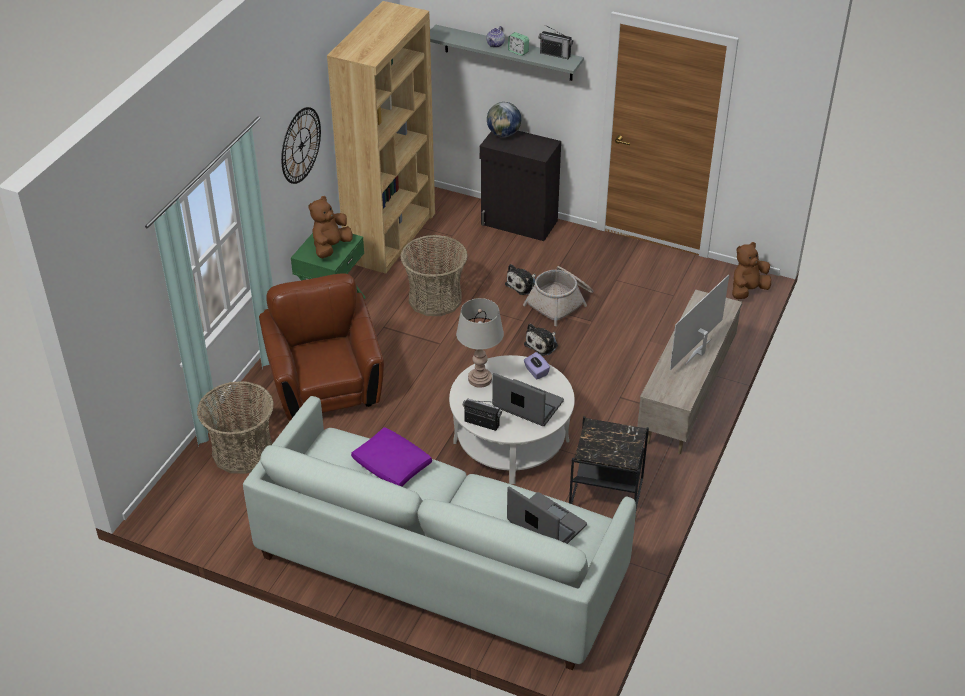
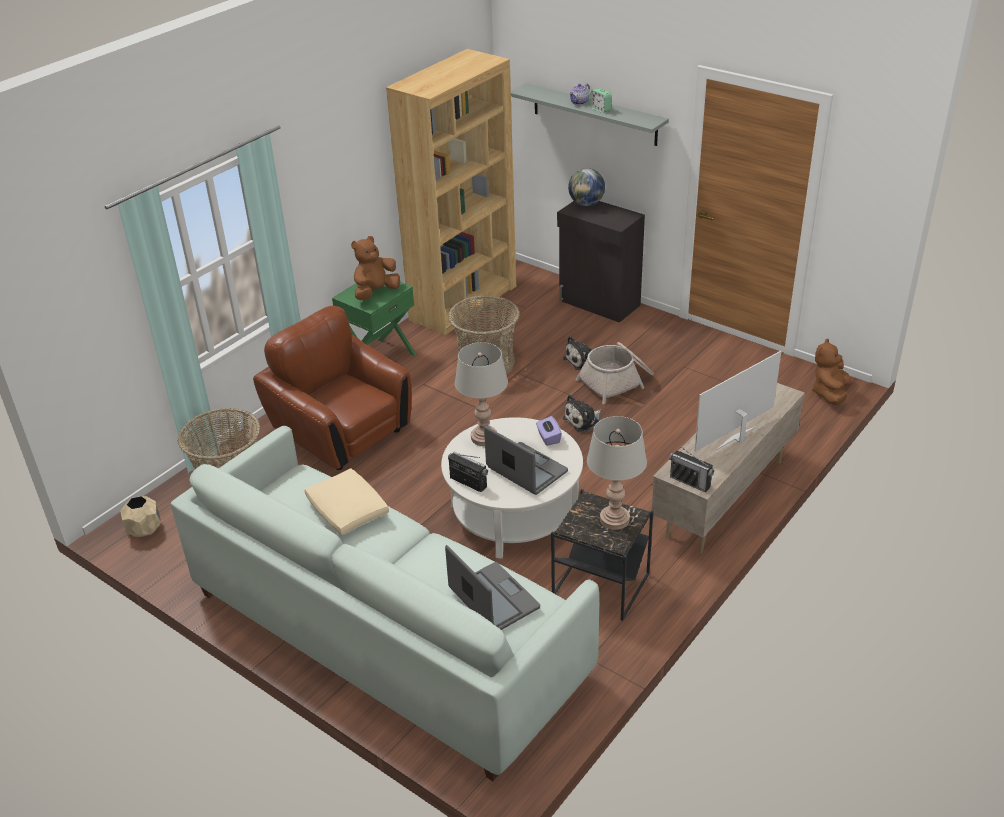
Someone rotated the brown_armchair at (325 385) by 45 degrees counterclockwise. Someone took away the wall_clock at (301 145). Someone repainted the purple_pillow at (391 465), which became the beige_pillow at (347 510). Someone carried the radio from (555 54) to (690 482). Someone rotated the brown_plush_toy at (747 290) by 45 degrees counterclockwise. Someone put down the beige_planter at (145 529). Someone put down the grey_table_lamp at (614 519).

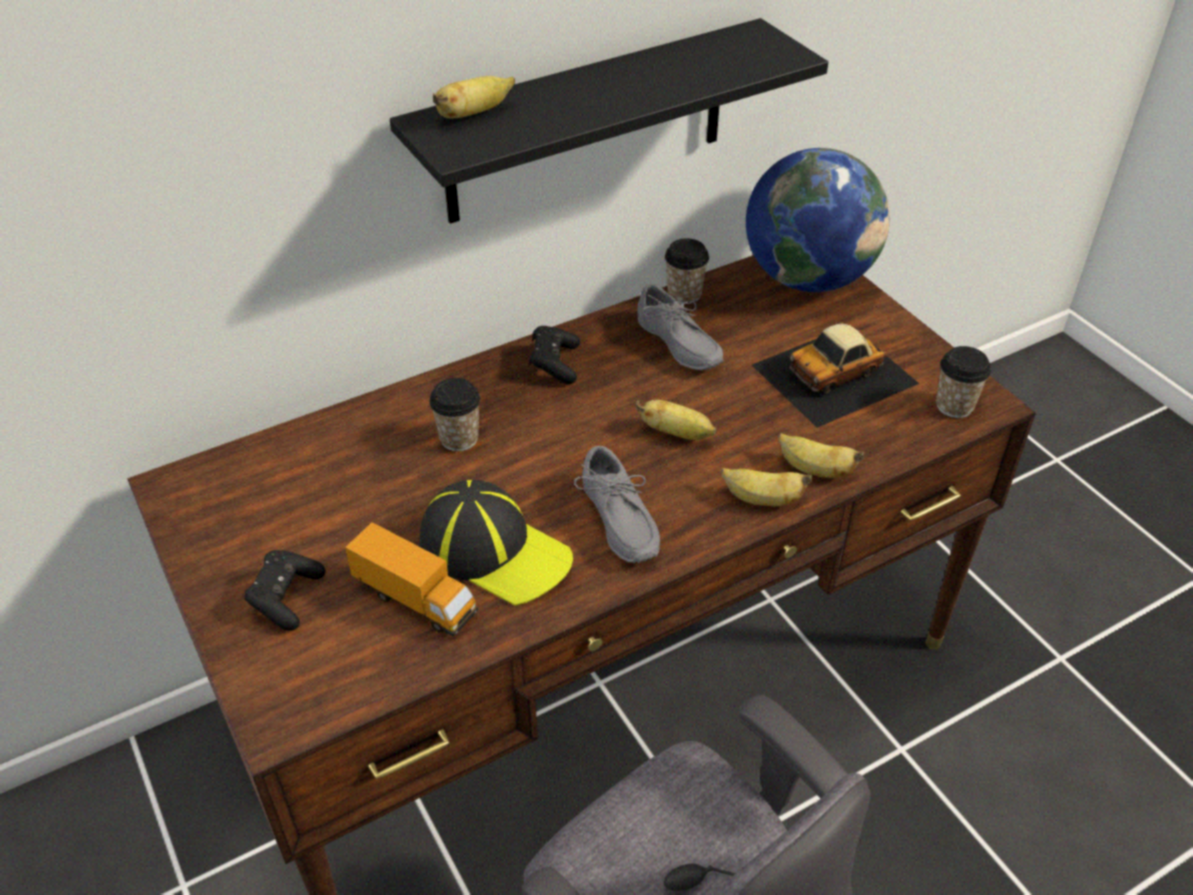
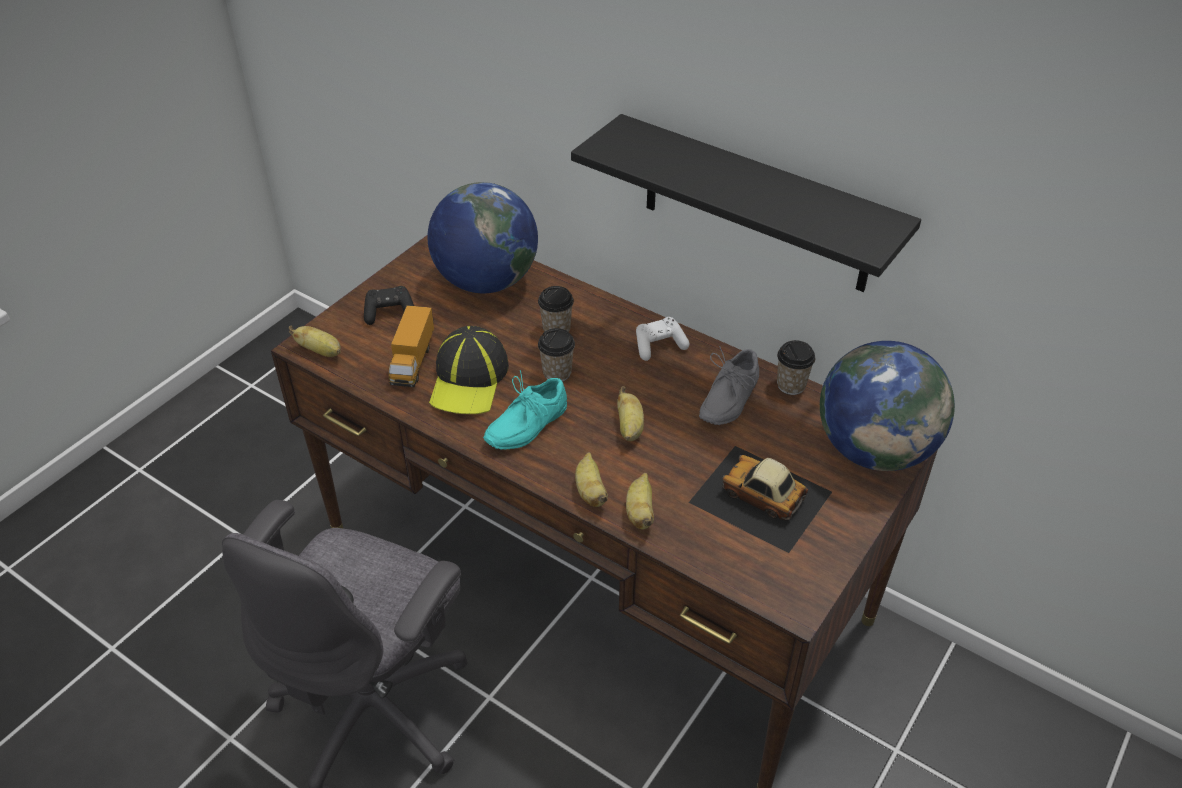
Someone carried the banana from (473 114) to (321 351). Someone repainted the black_game_controller at (554 364), which became the white_game_controller at (659 346). Someone repainted the grey_shoe at (615 522), which became the turquoise_shoe at (524 424). Someone carried the cup from (954 406) to (557 373). Someone put down the globe at (486 281).

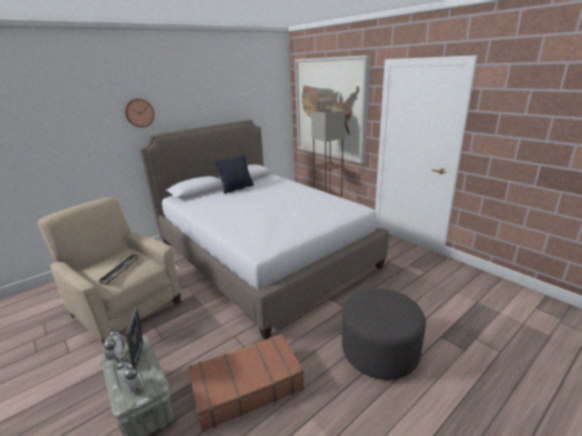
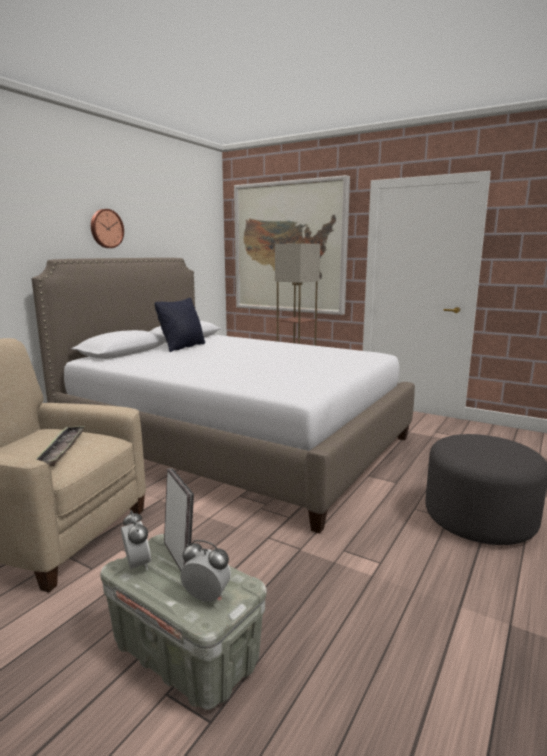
Someone carried the wall_clock from (139 113) to (106 228). Someone took away the brown_suitcase at (247 386).

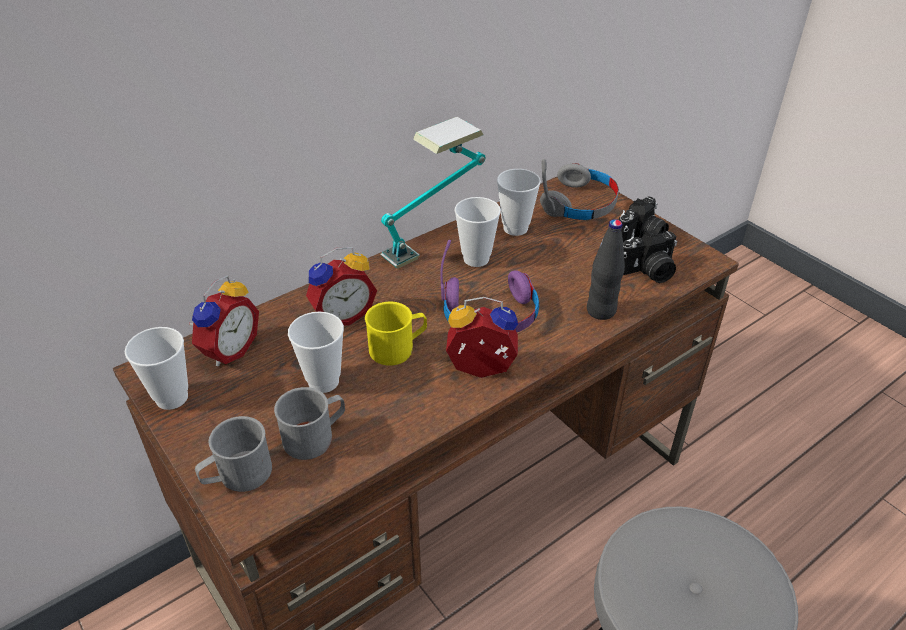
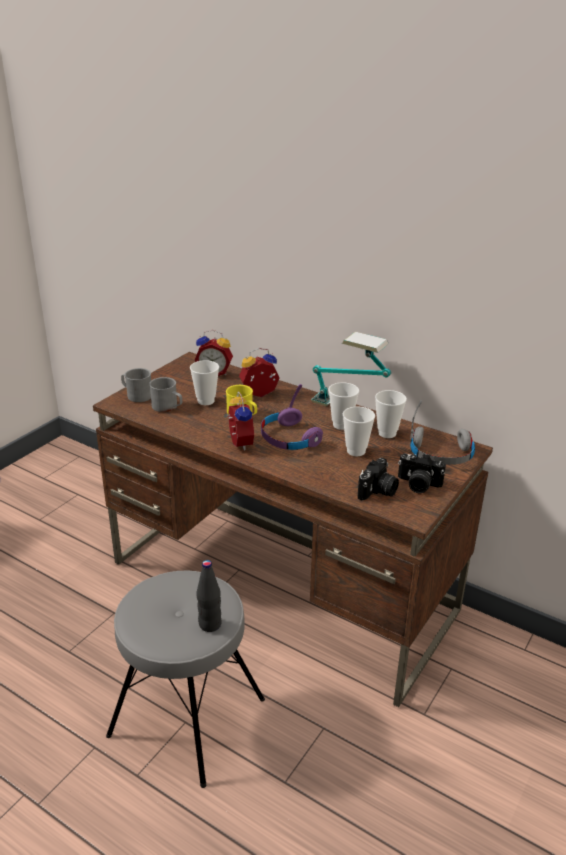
Someone carried the cup from (172 398) to (356 451). Someone rotated the alarm_clock at (342 315) by 120 degrees clockwise. Someone carried the black_bottle from (601 311) to (210 624). Someone rotated the photo_camera at (648 272) by 105 degrees counterclockwise.

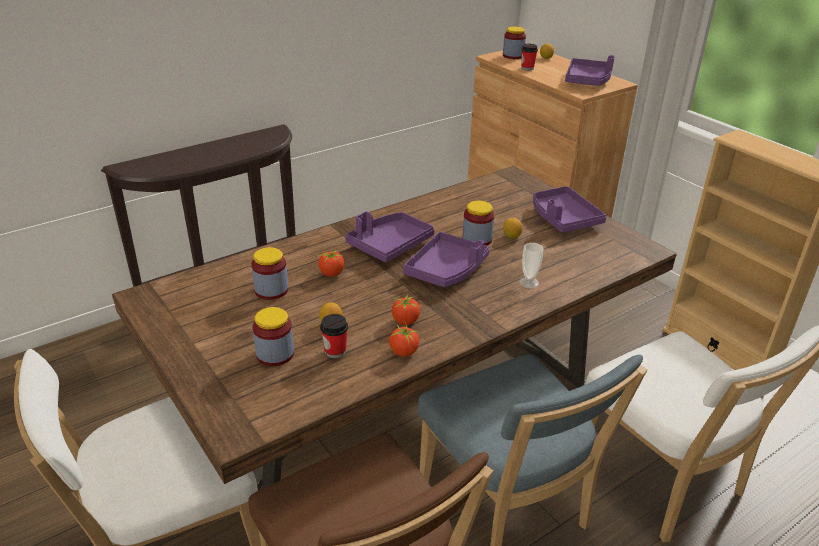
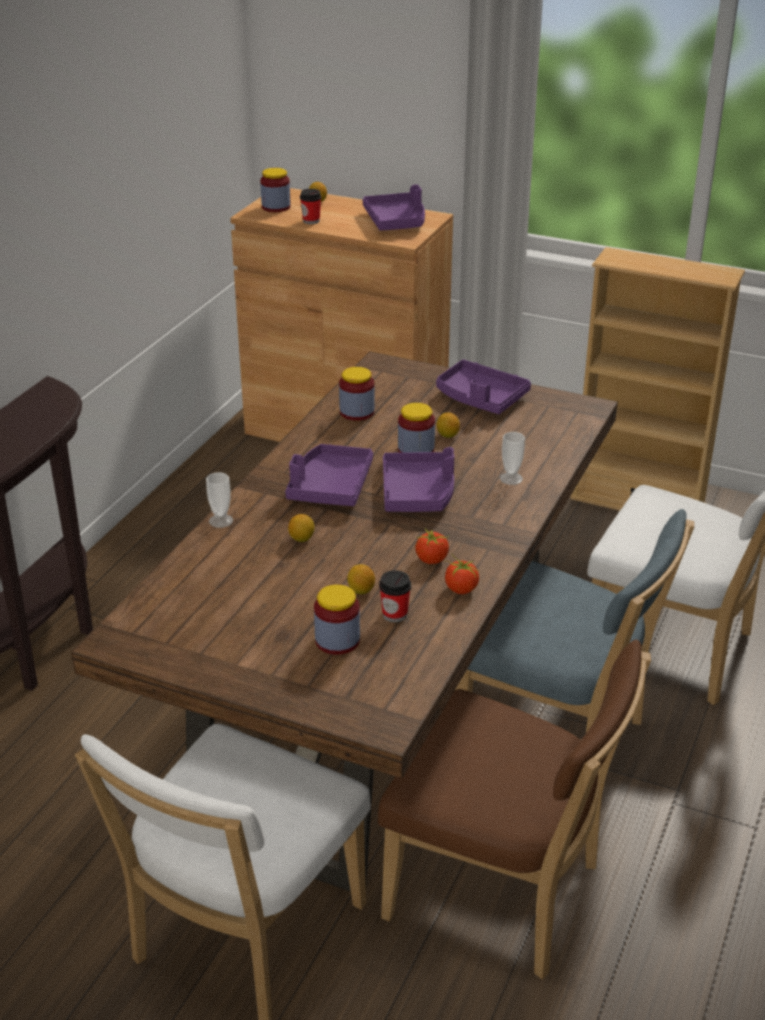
Someone carried the jar from (271 290) to (357 412). Someone swapped the tomato at (332 273) for the lemon at (302 539). Someone put down the cup at (221 521).

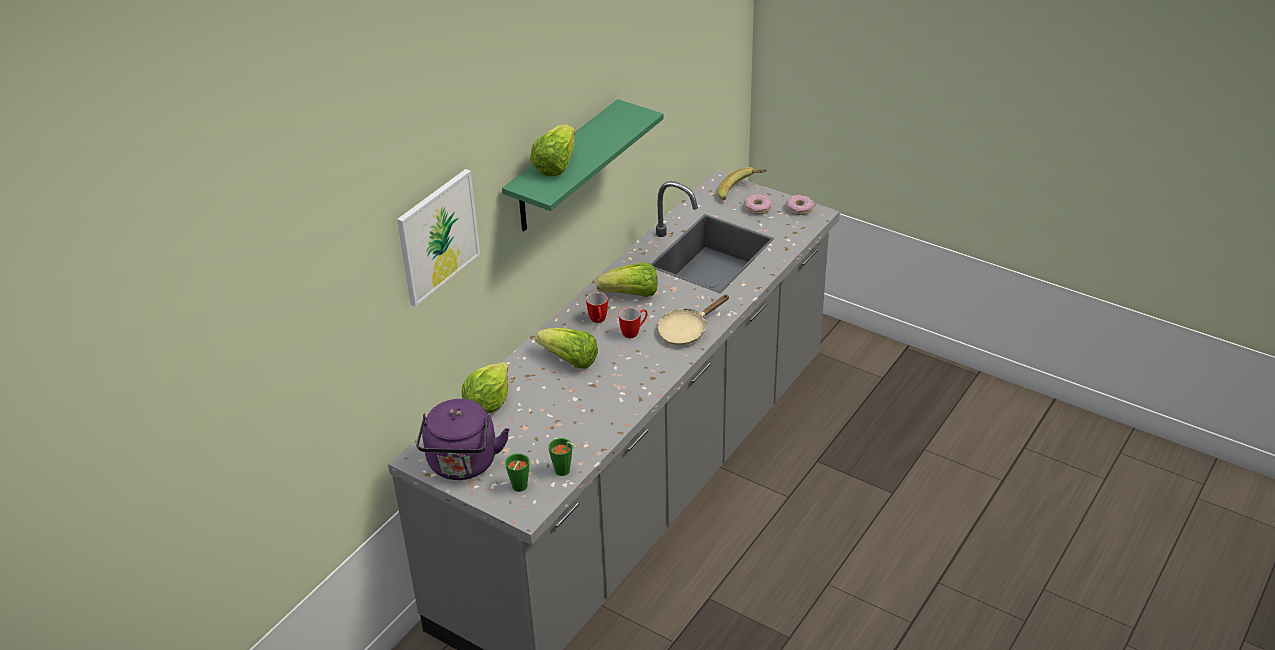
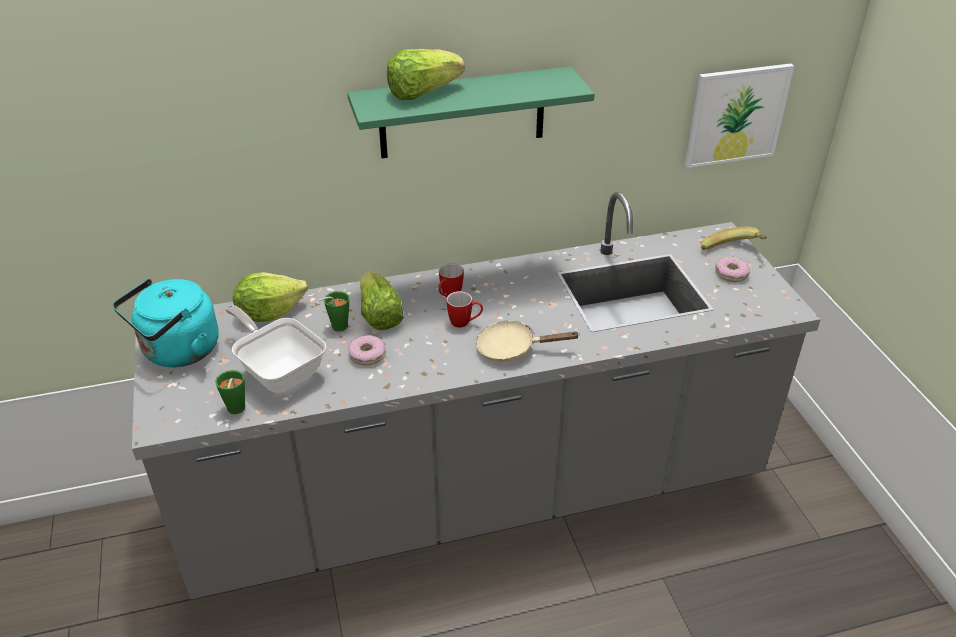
Someone carried the picture from (437 236) to (736 115). Someone repainted the purple_kettle at (462 465), which became the turquoise_kettle at (178 352). Someone carried the green_cup from (518 488) to (336 327). Someone took away the lettuce at (631 294). Someone carried the donut from (799 208) to (367 355). Someone put down the frying_pan at (279 370).

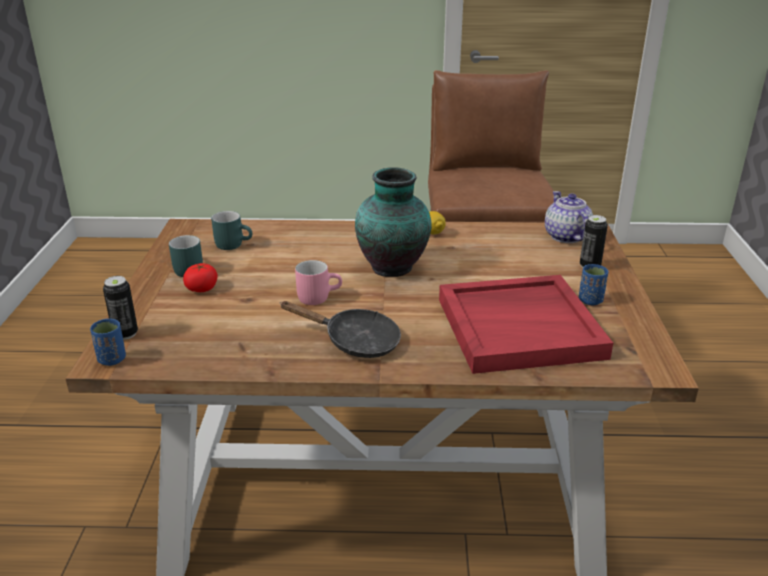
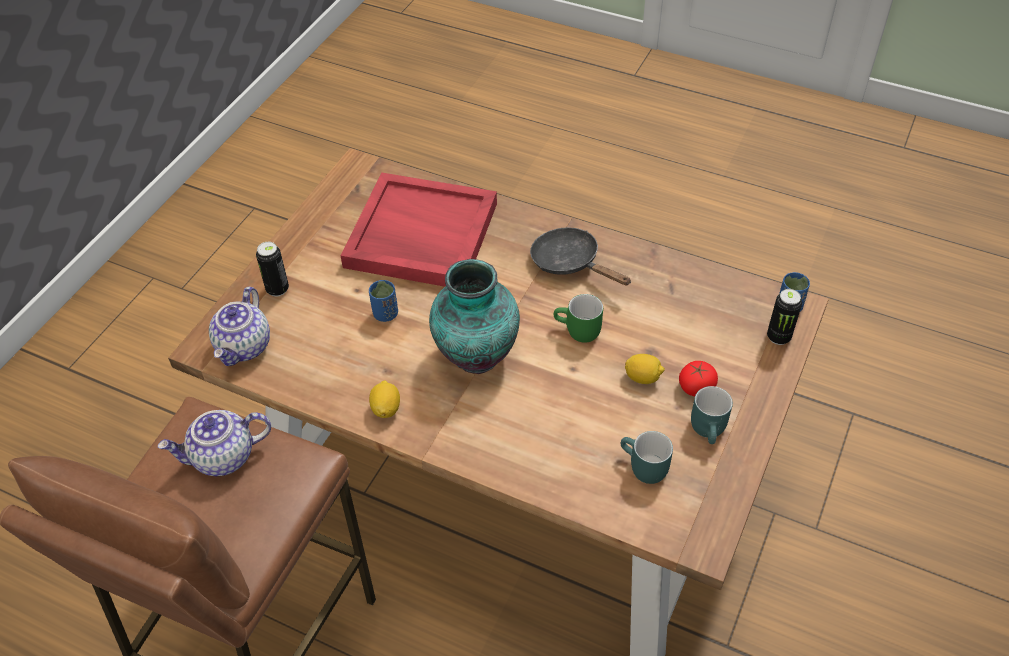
Someone repainted the pink_mug at (318 297), which became the green_mug at (577 332). Someone carried the blue_cup from (590 300) to (385 314). Someone put down the teapot at (223 457). Someone put down the lemon at (643 377).

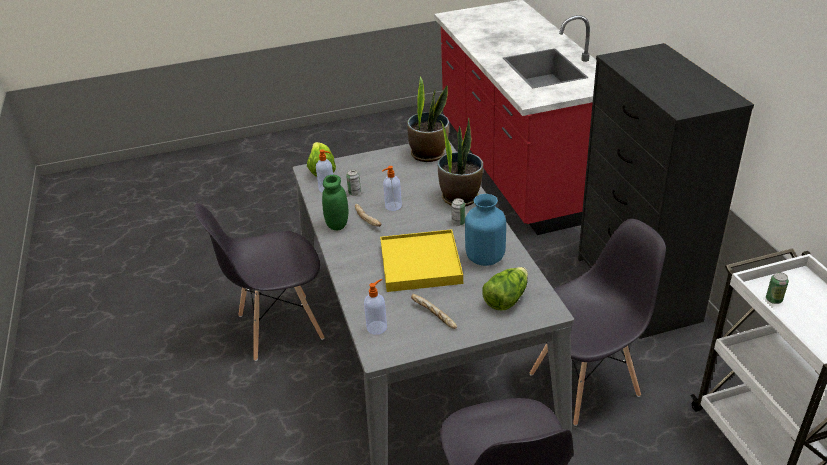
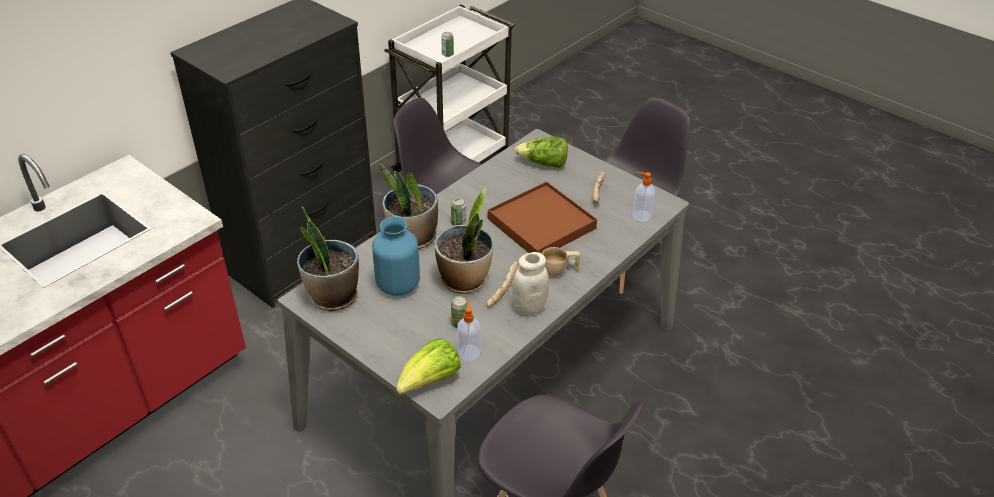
Someone repainted the green_jar at (337 224), which became the white_jar at (529 308). Someone repainted the yellow_tray at (421 264), which became the brown_tray at (541 223). Someone swapped the soap_dispenser at (392 206) for the potted_plant at (464 280). Someone carried the blue_vase from (485 257) to (397 285). Someone put down the beige_cup at (559 271).

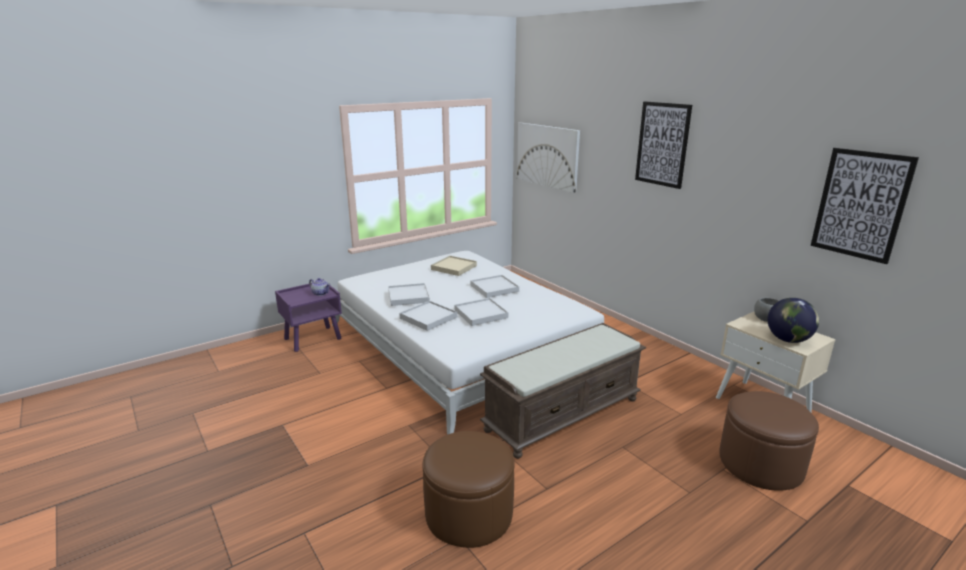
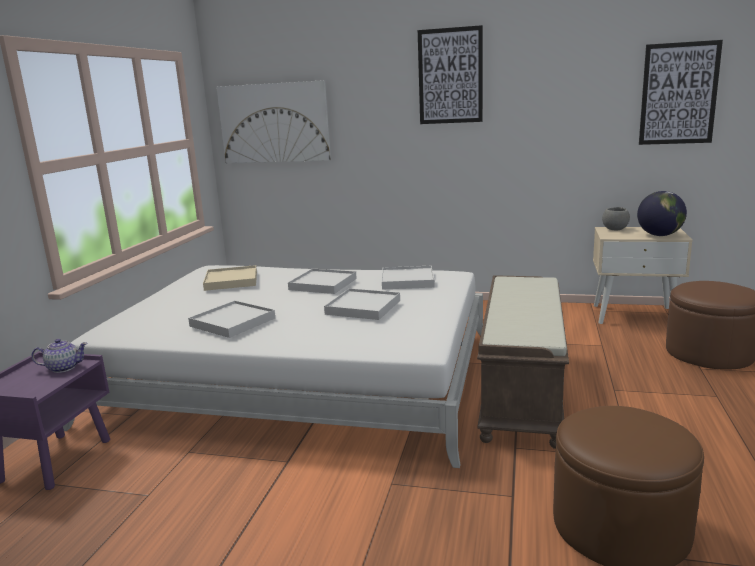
Someone carried the white_tray from (428 318) to (407 281).

